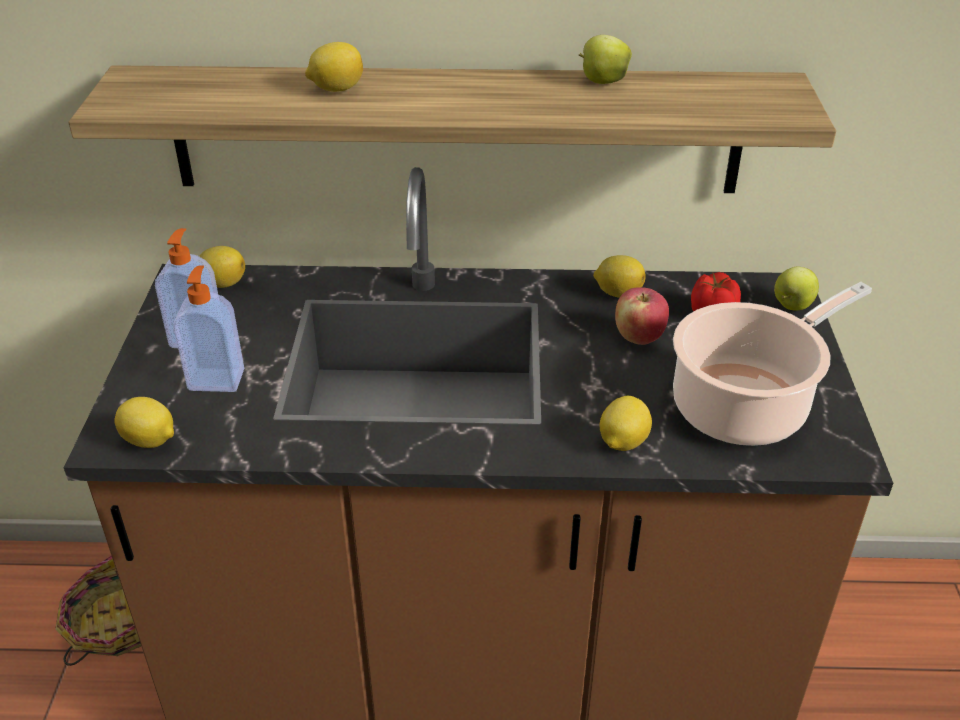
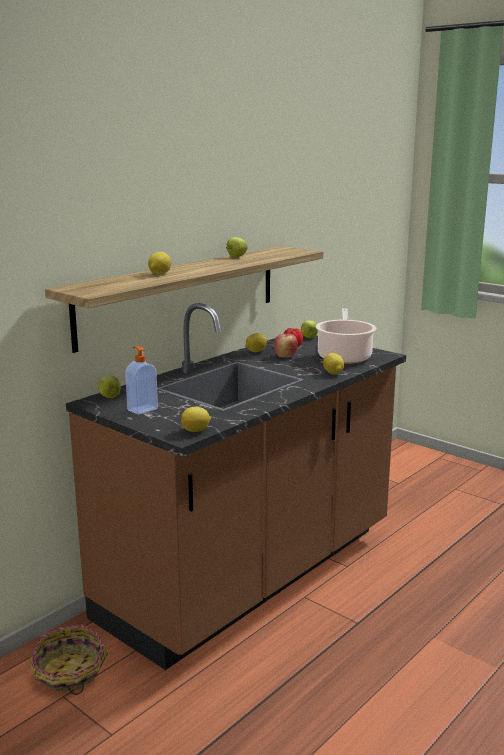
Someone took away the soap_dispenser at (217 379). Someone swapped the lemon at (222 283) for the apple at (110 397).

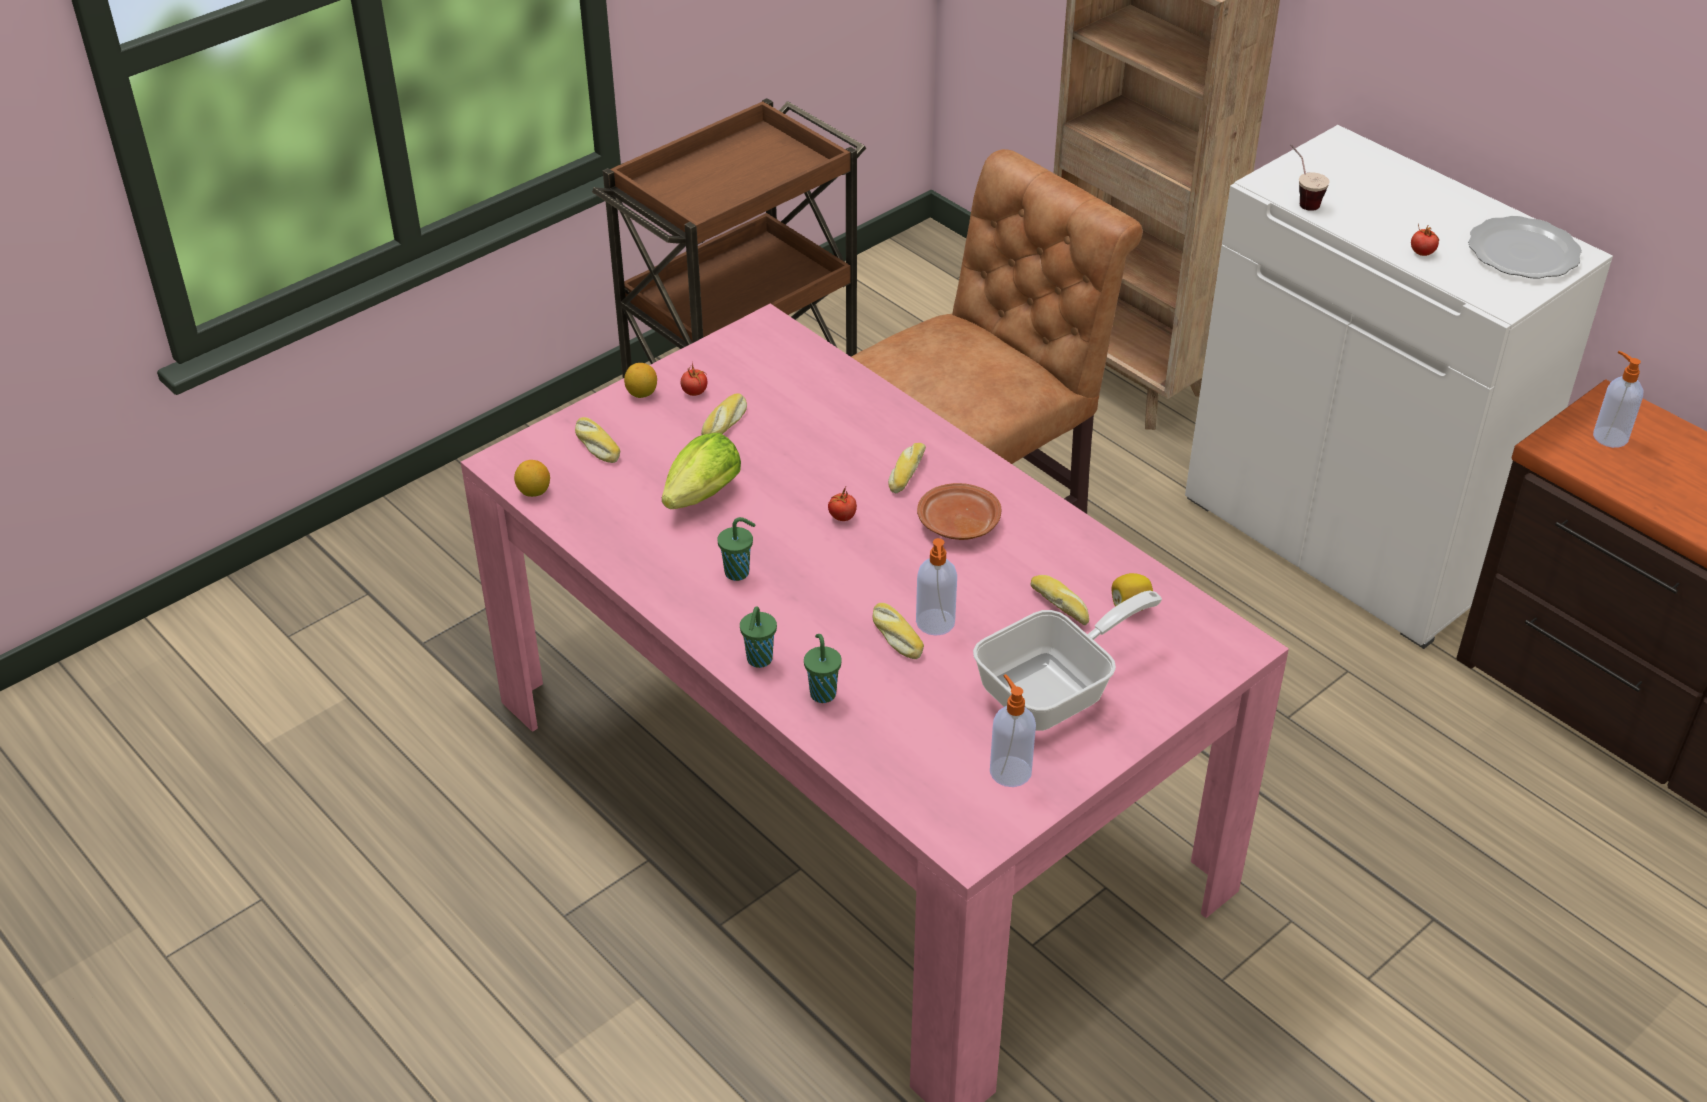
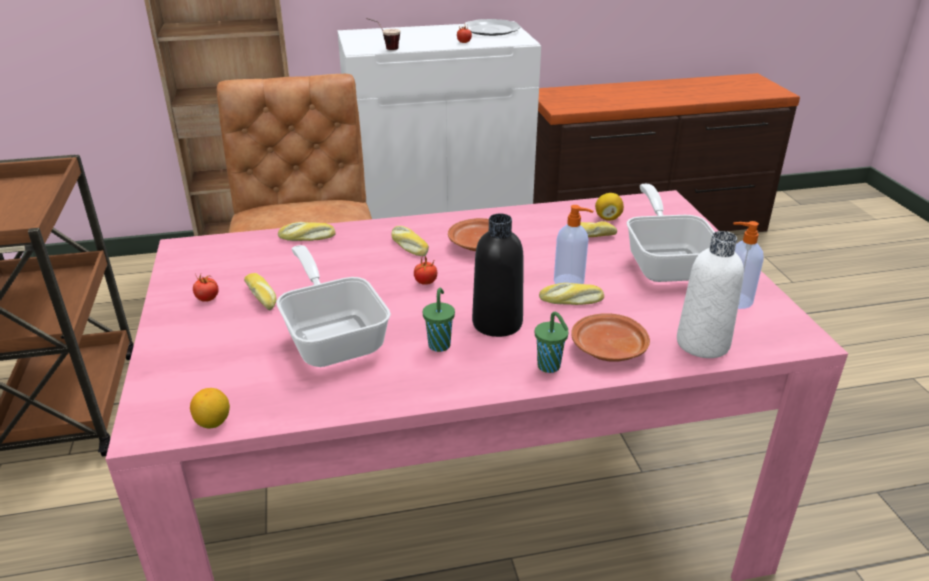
Someone carried the bread from (595 446) to (307 238). Someone took away the lemon at (642 393). Someone swapped the lettuce at (699 499) for the frying_pan at (333 336). Someone swapped the green_cup at (822 693) for the brown_plate at (608 349). Someone took away the soap_dispenser at (1609 436). Someone put down the black_bottle at (497 323). Someone put down the white_bottle at (702 343).

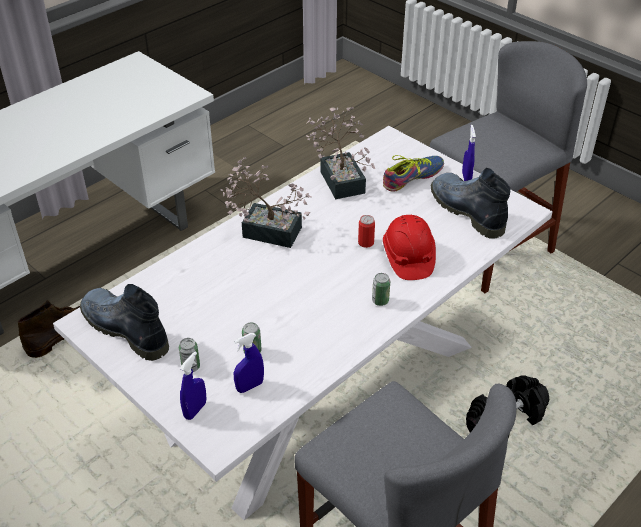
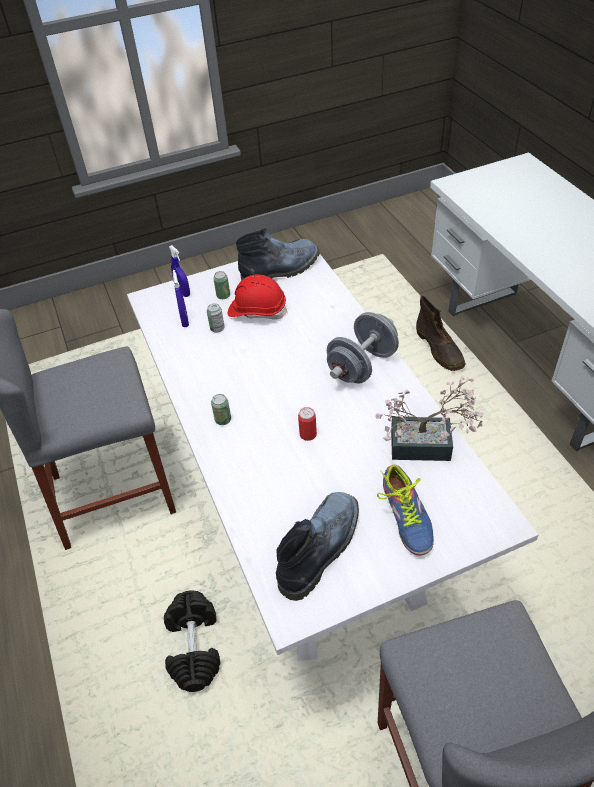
Someone swapped the potted_plant at (265 230) for the grey_dumbbell at (362 366). Someone carried the red_hard_hat from (408 258) to (257 310). Someone rotated the boot at (466 210) by 45 degrees counterclockwise. Someone took away the blue_spray_bottle at (466 178).

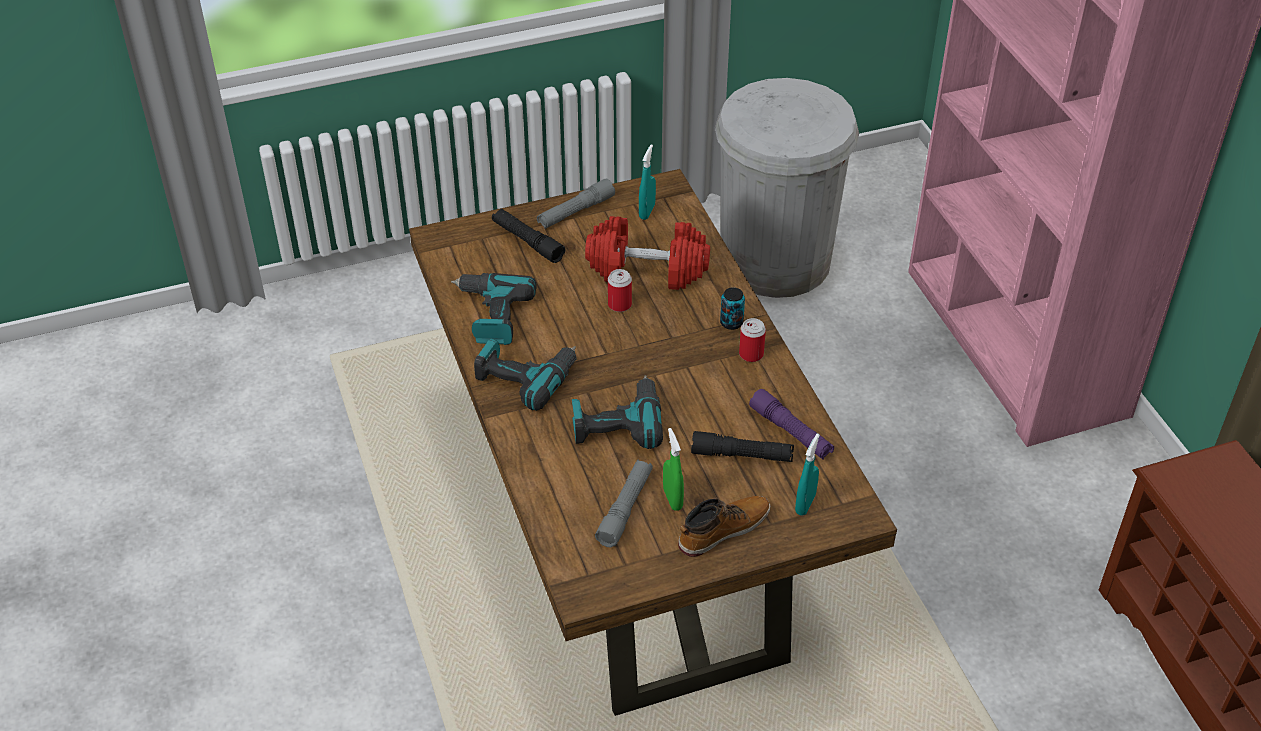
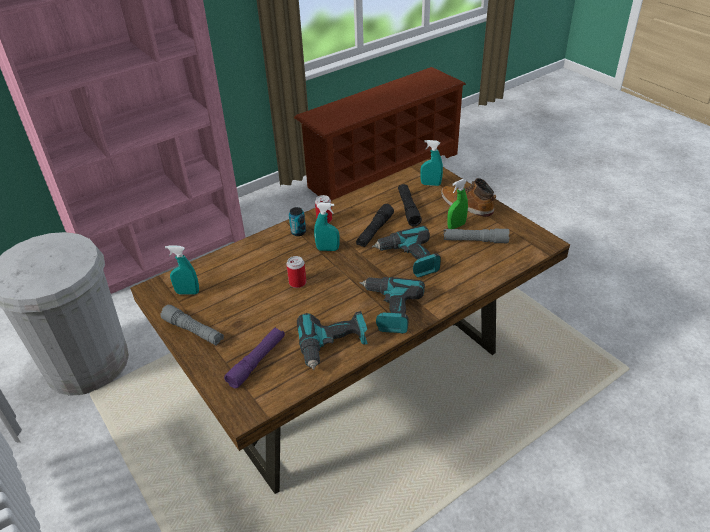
Someone carried the black_flashlight from (527 241) to (374 231). Someone took away the red_dumbbell at (647 271). Someone carried the purple_flashlight from (791 432) to (257 361). Someone put down the turquoise_spray_bottle at (327 249).

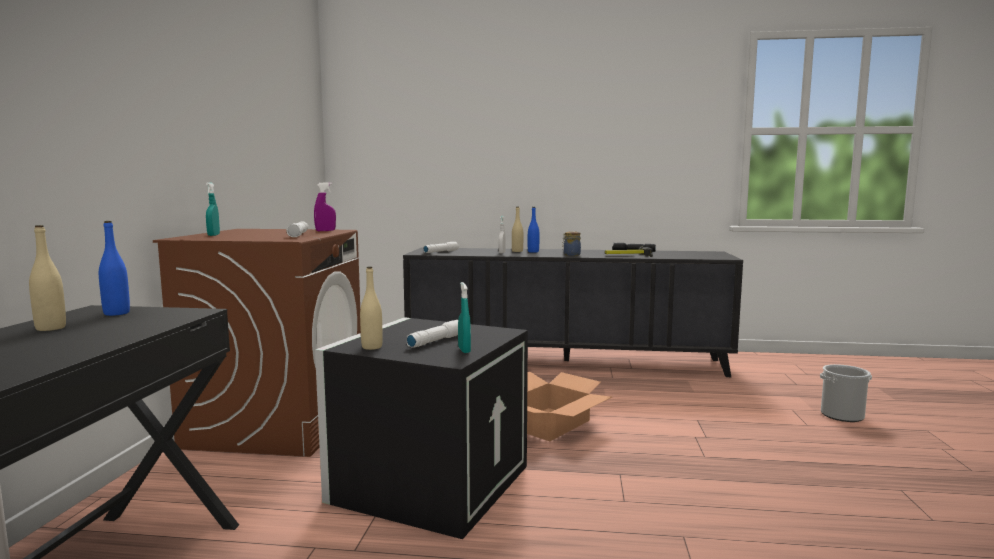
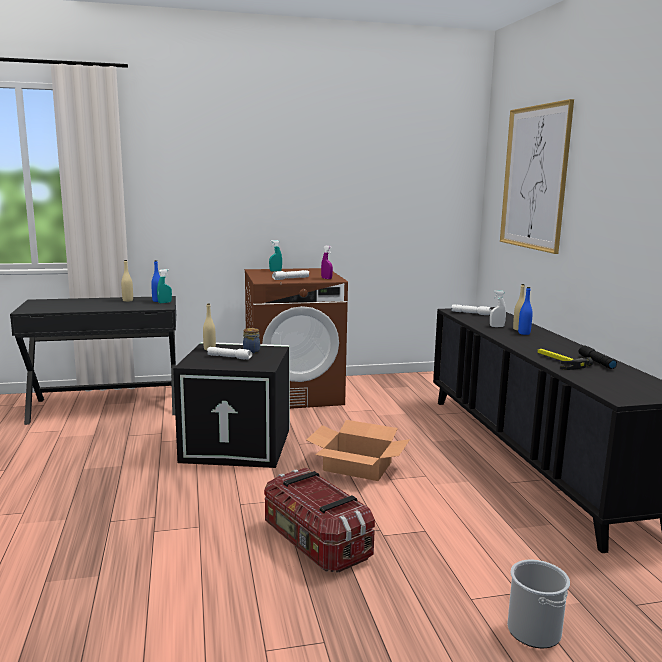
Someone carried the turquoise_spray_bottle from (464 350) to (165 302). Someone carried the jar from (571 255) to (251 351). Someone put down the storage_box at (315 543). Someone put up the picture at (534 178).

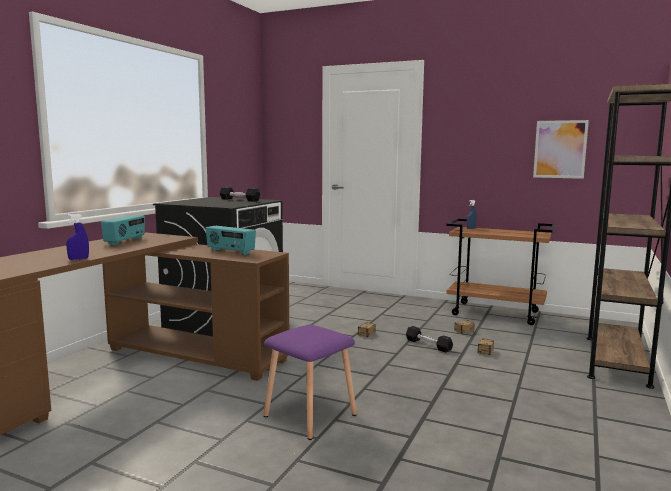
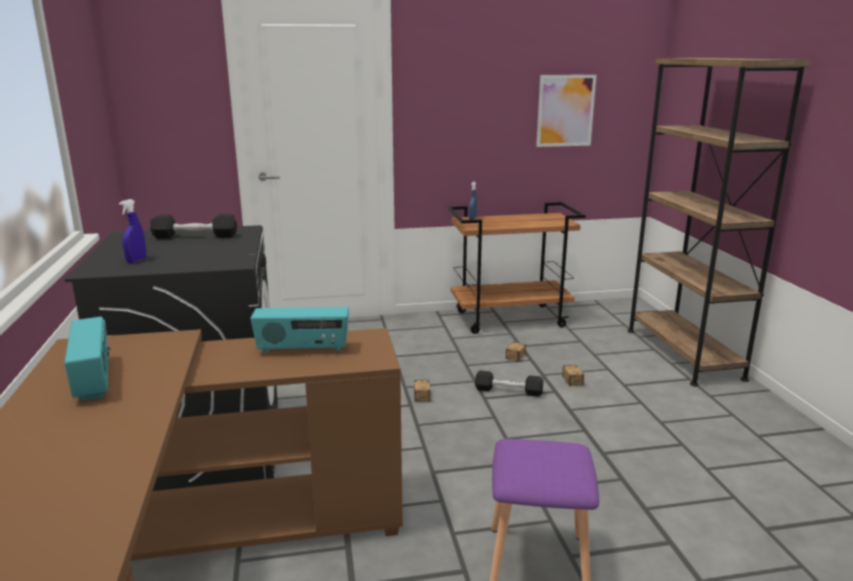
Someone carried the blue_spray_bottle from (78 259) to (136 260).

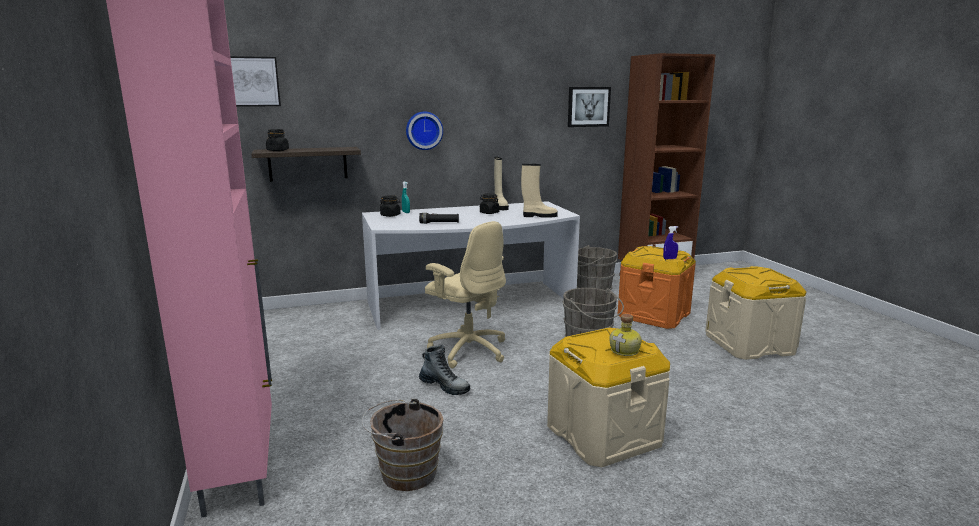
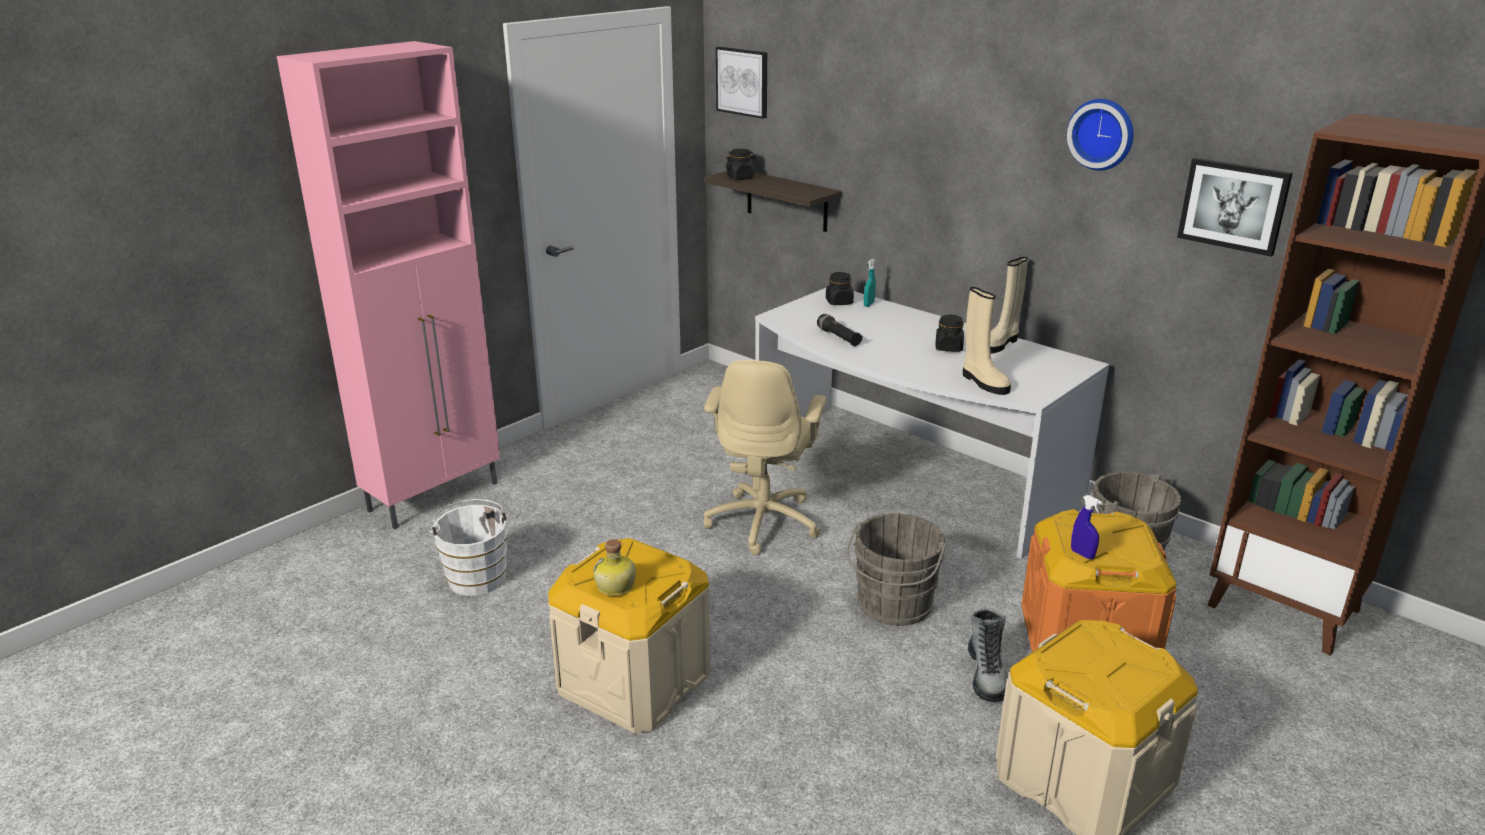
Someone repainted the brown_bucket at (404 472), which became the white_bucket at (476 576). Someone carried the wall_clock from (424 130) to (1102 133). Someone carried the boot from (444 386) to (986 675).

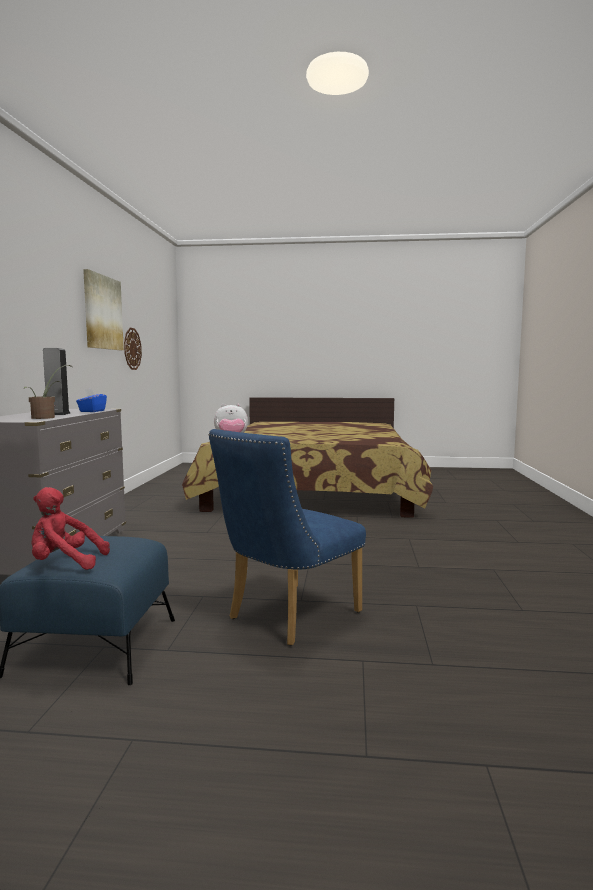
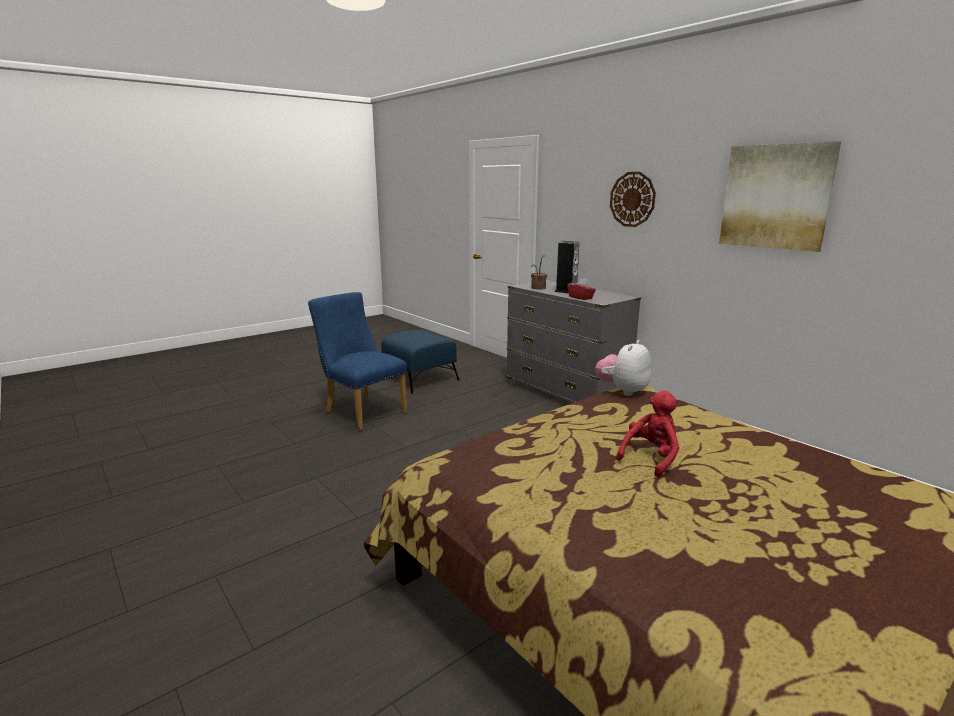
Someone carried the red_plush_toy from (64 563) to (650 458). Someone repainted the blue_tissue_box at (92 411), which became the red_tissue_box at (580 298). Someone carried the wall_clock from (132 349) to (632 199). Someone rotated the blue_chair at (286 617) by 45 degrees counterclockwise.

